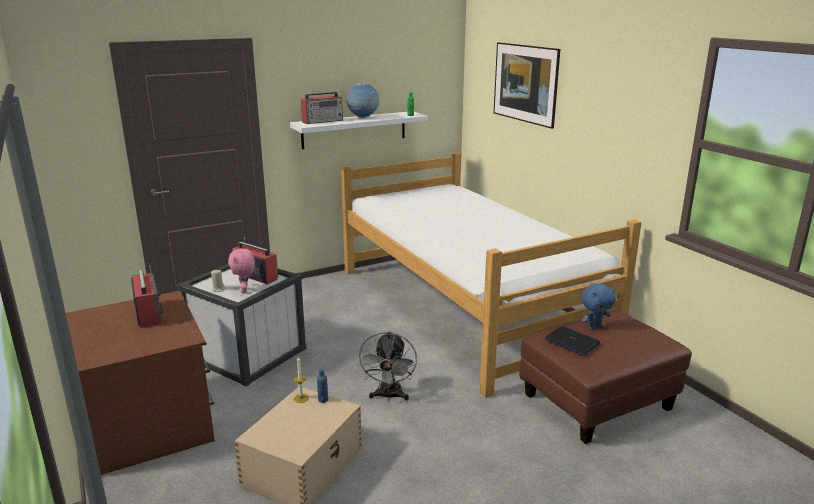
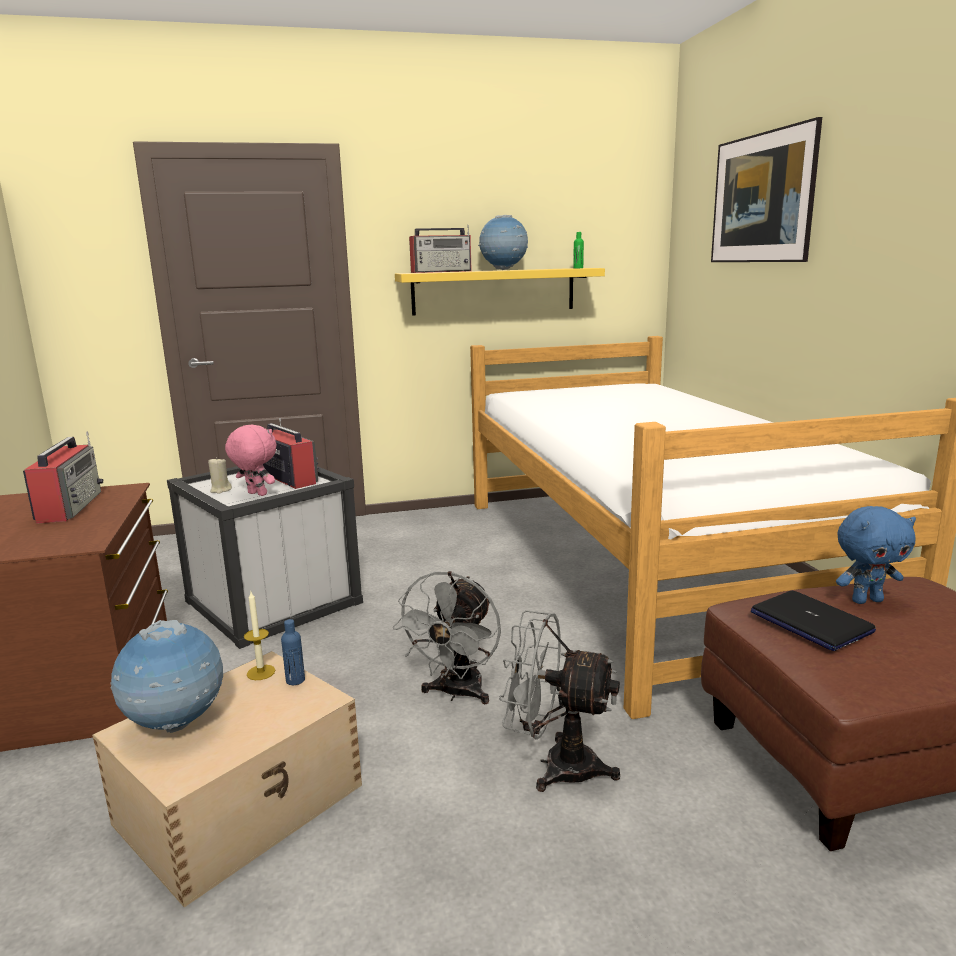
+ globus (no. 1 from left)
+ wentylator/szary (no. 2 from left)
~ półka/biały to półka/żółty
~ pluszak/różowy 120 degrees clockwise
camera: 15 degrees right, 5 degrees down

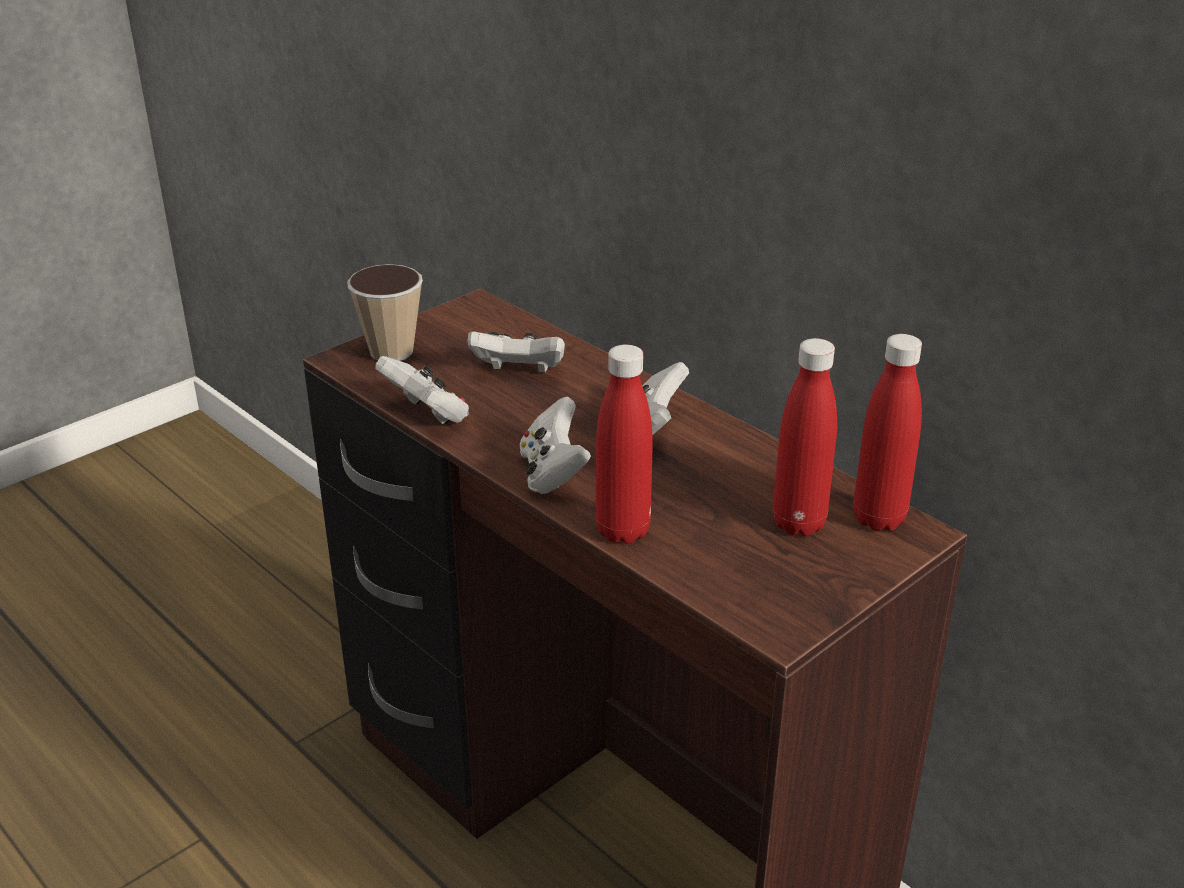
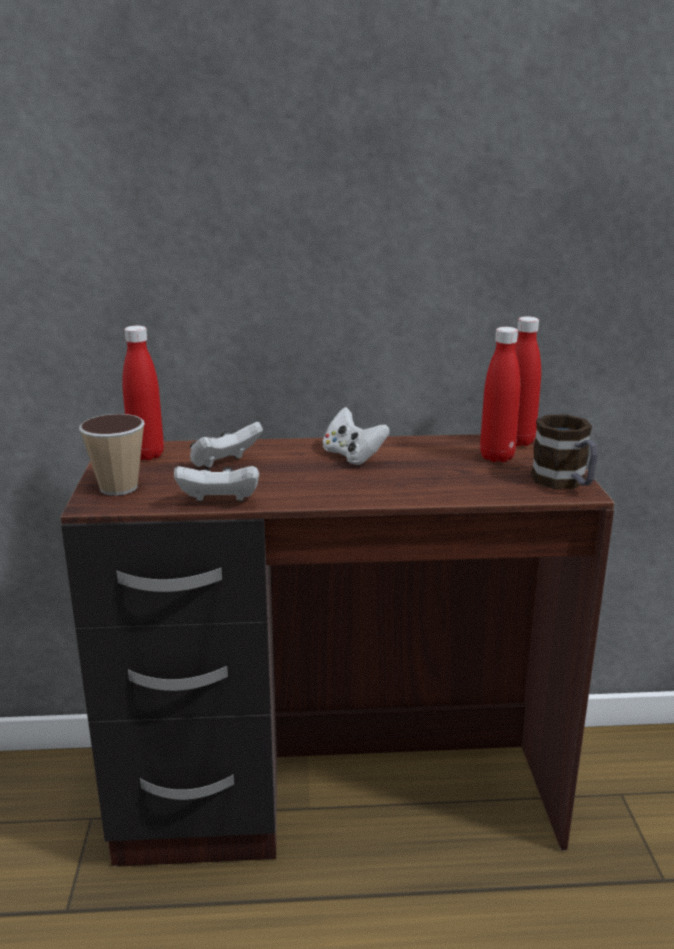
- pad do gier/biały (no. 3 from left)
+ kubek
~ butelka/czerwony (no. 1 from left)
camera: 50 degrees left, 10 degrees down

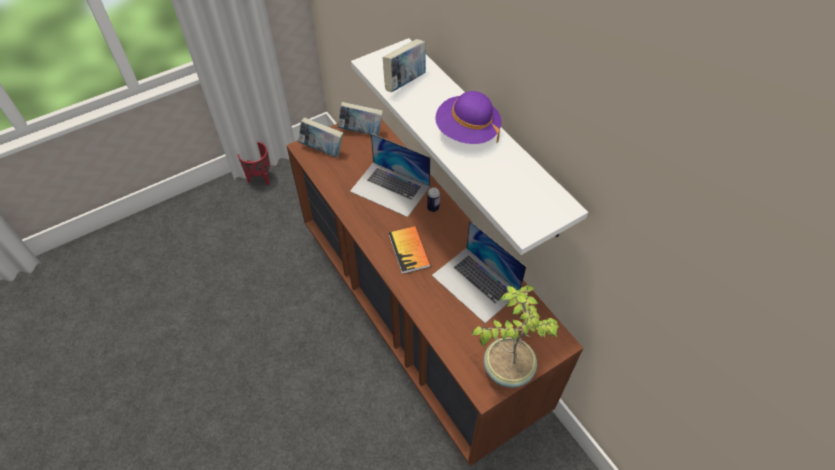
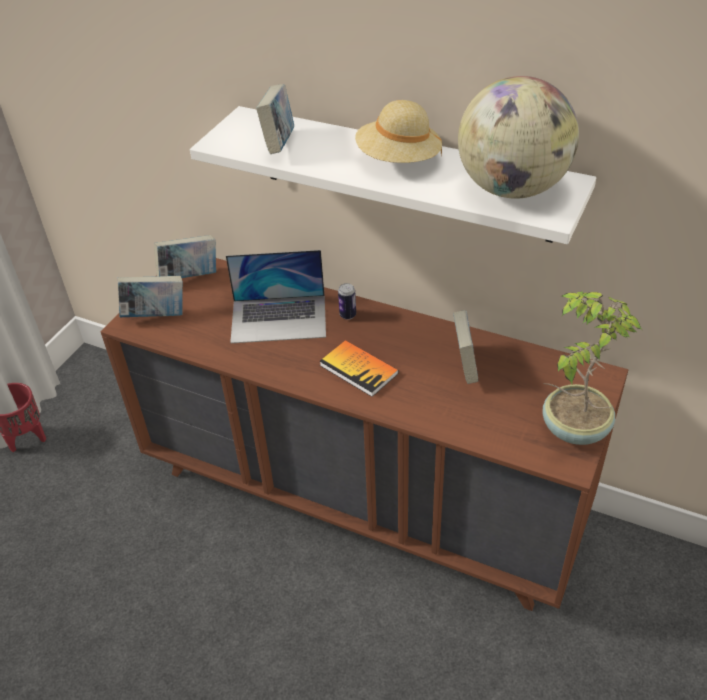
+ globus
~ laptop (no. 2 from left) to książka (no. 5 from left)
~ kapelusz/fioletowy to kapelusz/beżowy
camera: 30 degrees left, 10 degrees down

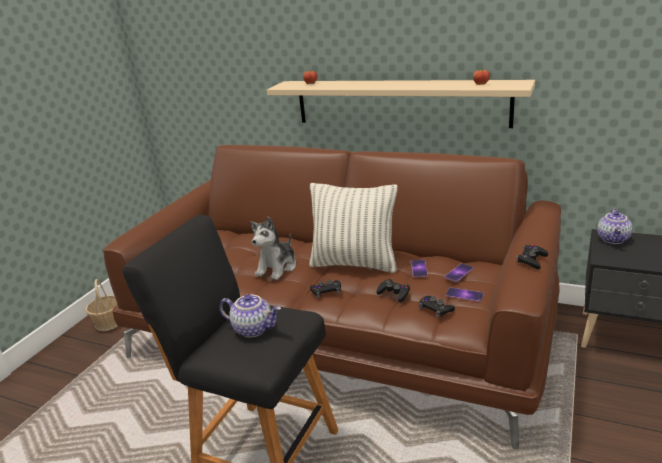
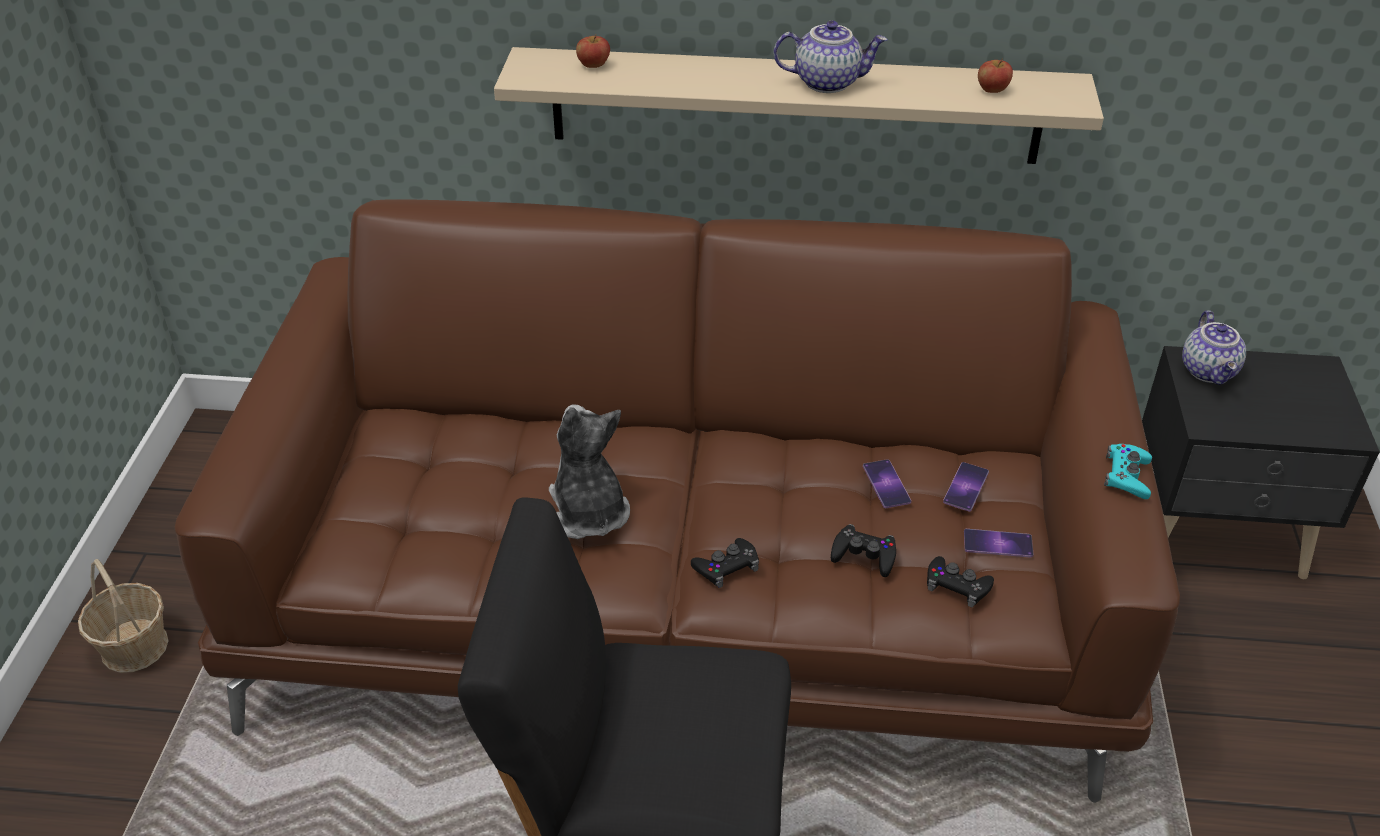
- poduszka
~ imbryk (no. 1 from left)
~ pad do gier/czarny (no. 4 from left) to pad do gier/turkusowy
~ pluszak 150 degrees clockwise
camera: 20 degrees left, 15 degrees up

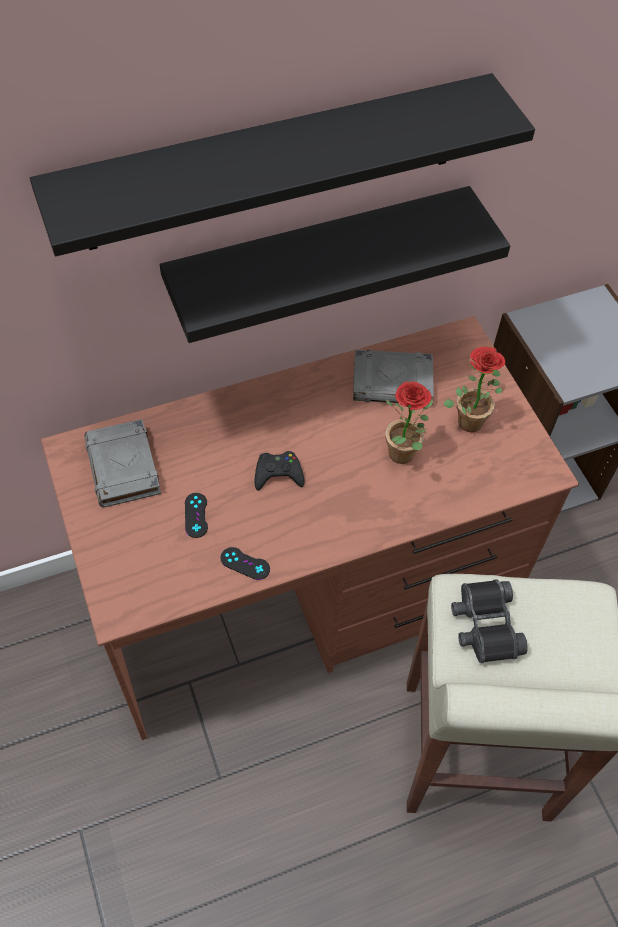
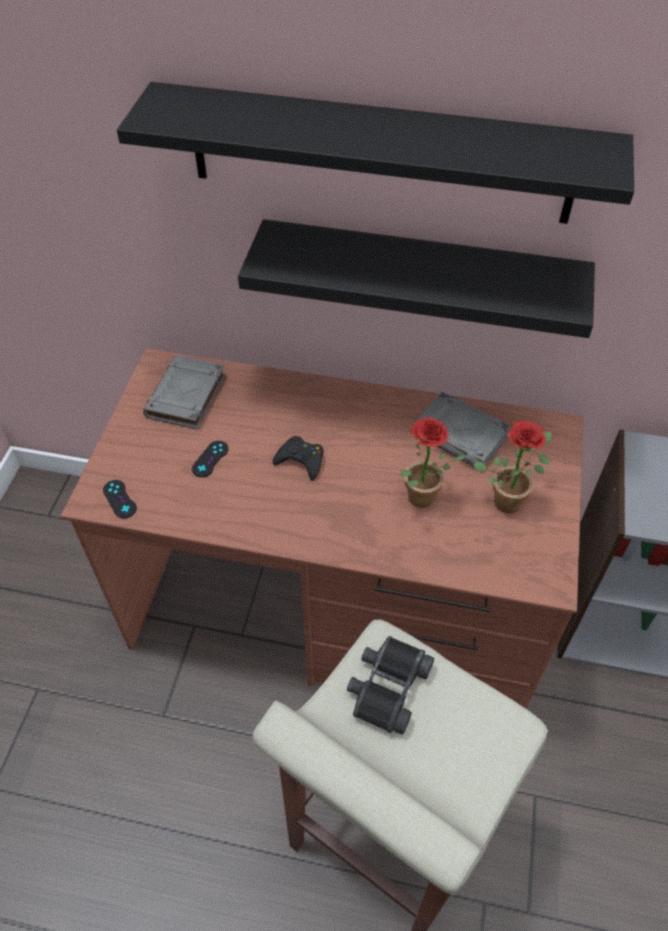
~ pad do gier/czarny (no. 2 from left in the first image) to pad do gier/czarny (no. 1 from left)
camera: 35 degrees right, 5 degrees down

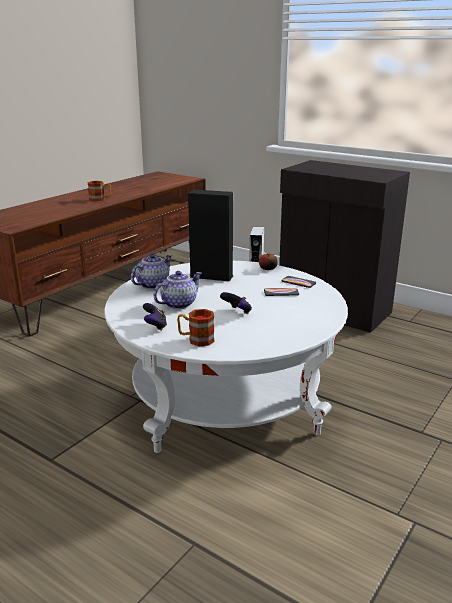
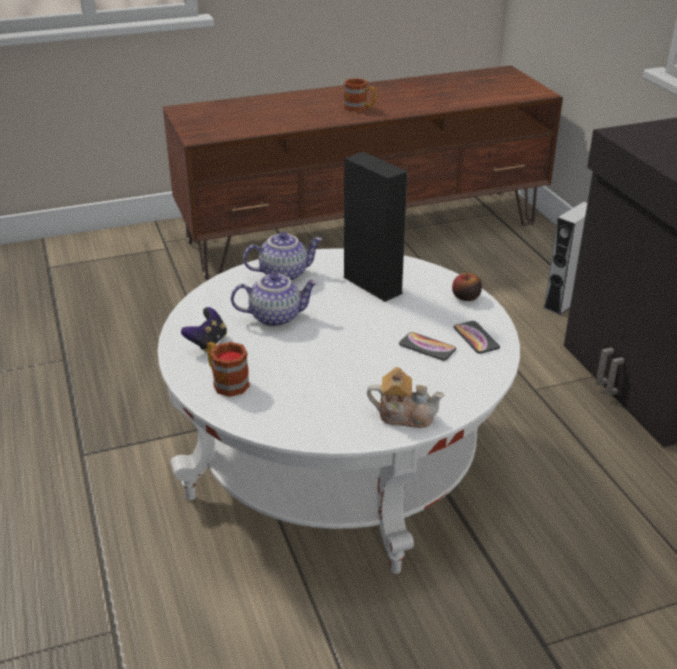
- pad do gier (no. 2 from left)
+ imbryk (no. 3 from left)
camera: 35 degrees right, 10 degrees up

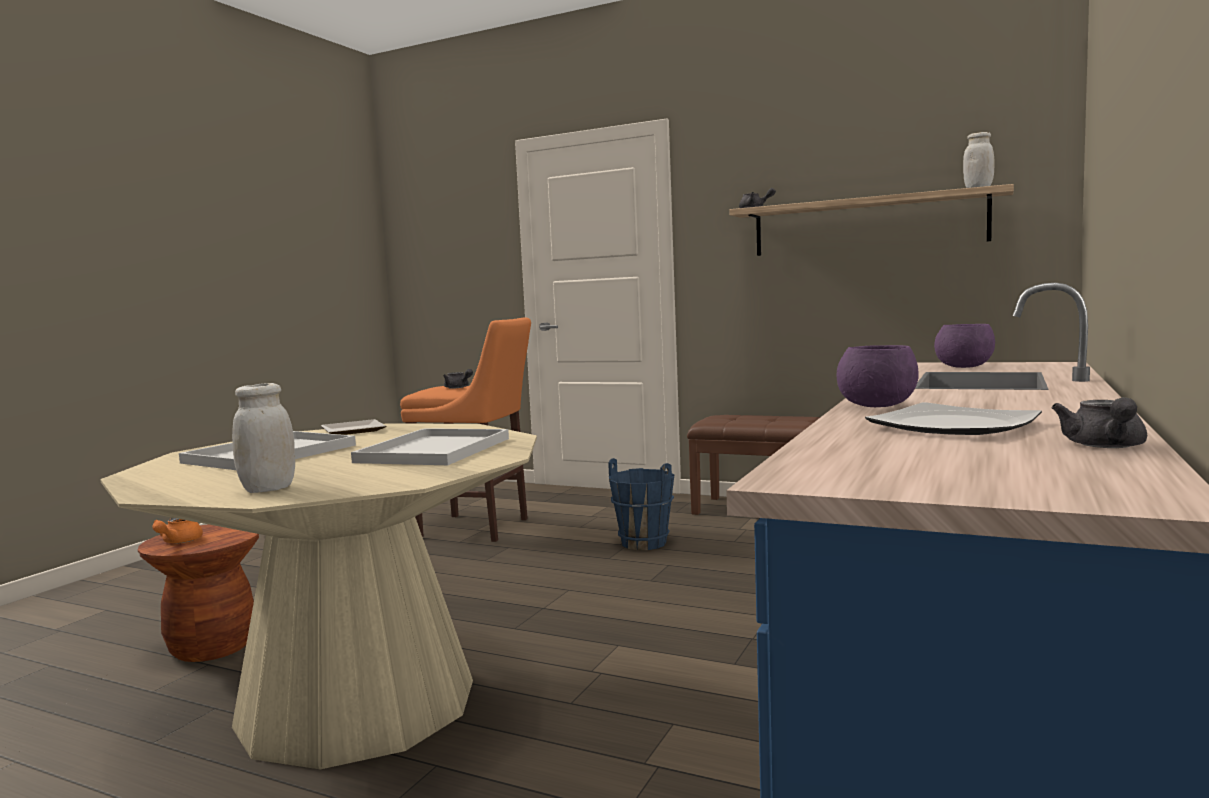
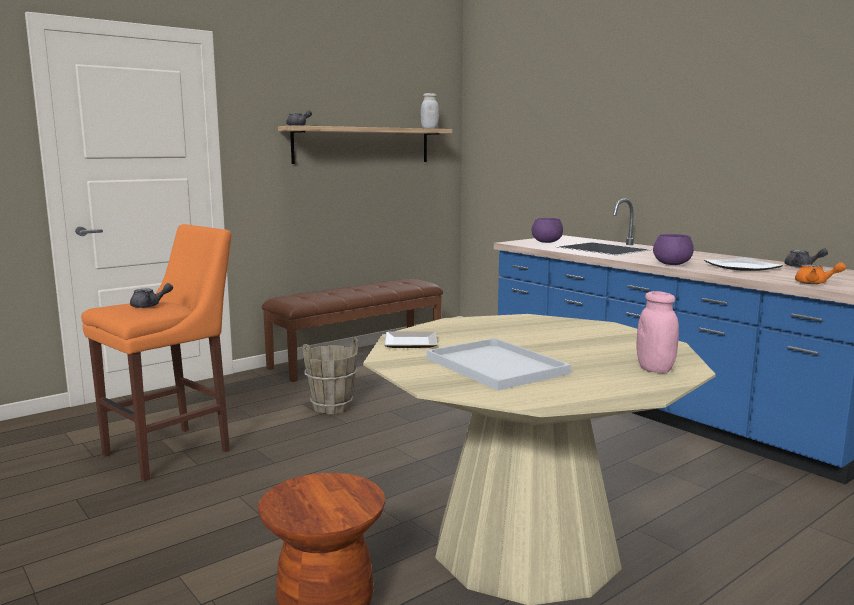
- taca/biały (no. 2 from left)
~ imbryk/pomarańczowy
~ słoik/biały (no. 1 from left) to słoik/różowy
~ wiadro/niebieski to wiadro/brązowy
camera: 65 degrees left, 5 degrees up

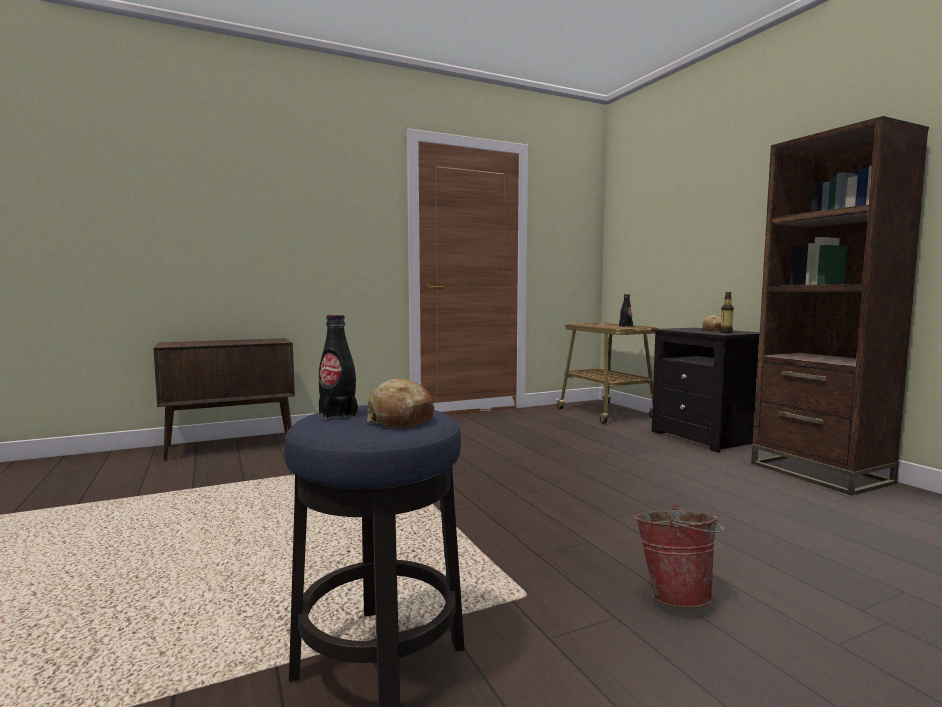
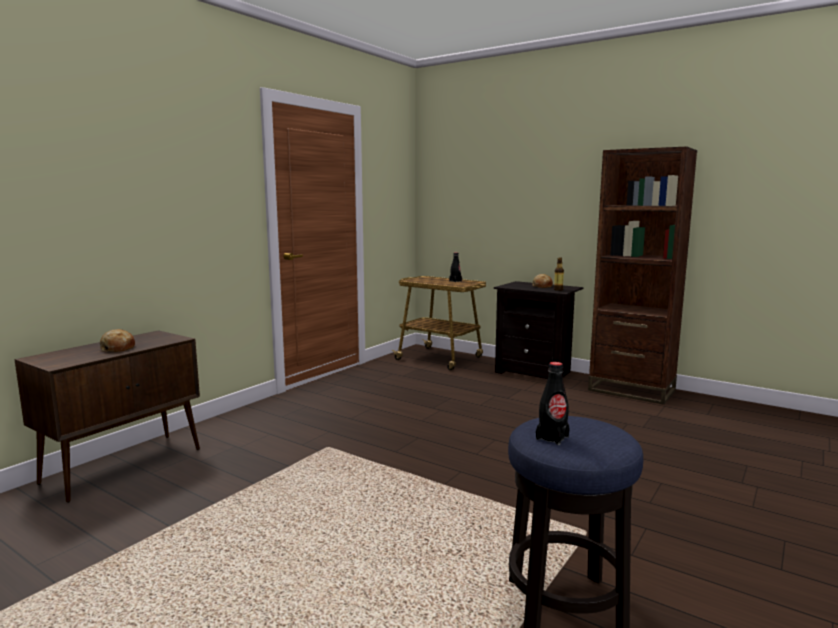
- wiadro
~ chleb (no. 1 from left)
camera: 30 degrees left, 5 degrees up

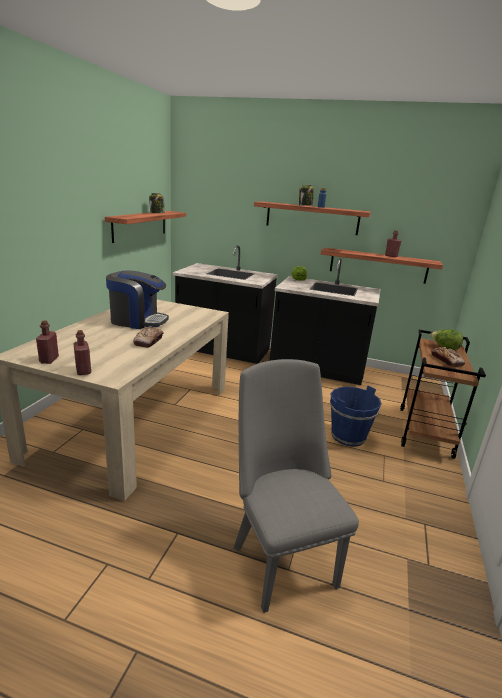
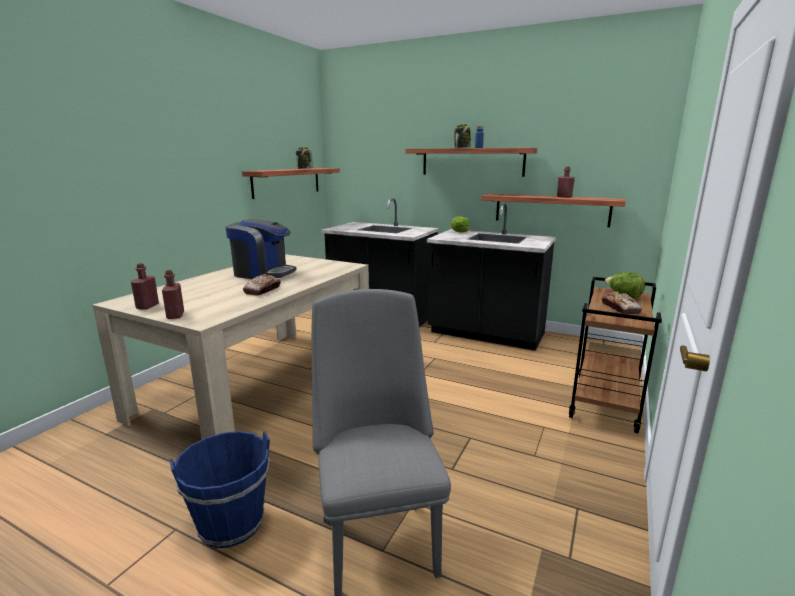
~ wiadro/niebieski
camera: 10 degrees right, 5 degrees down

